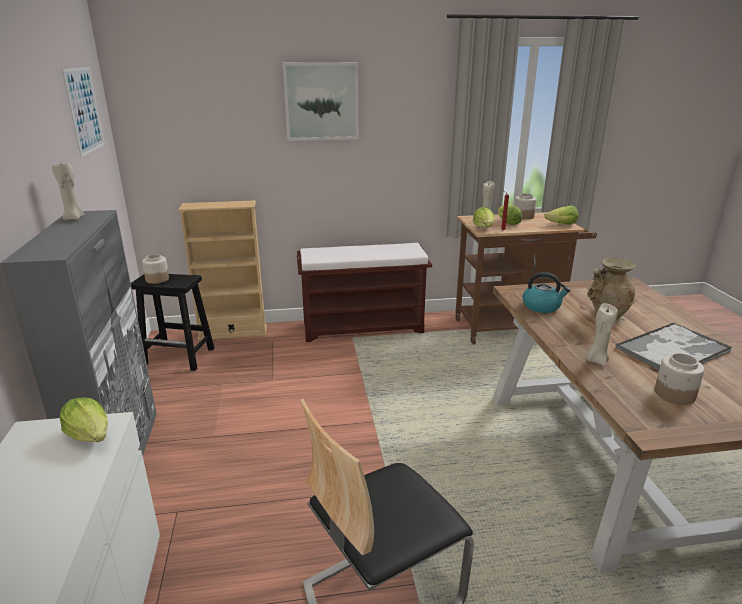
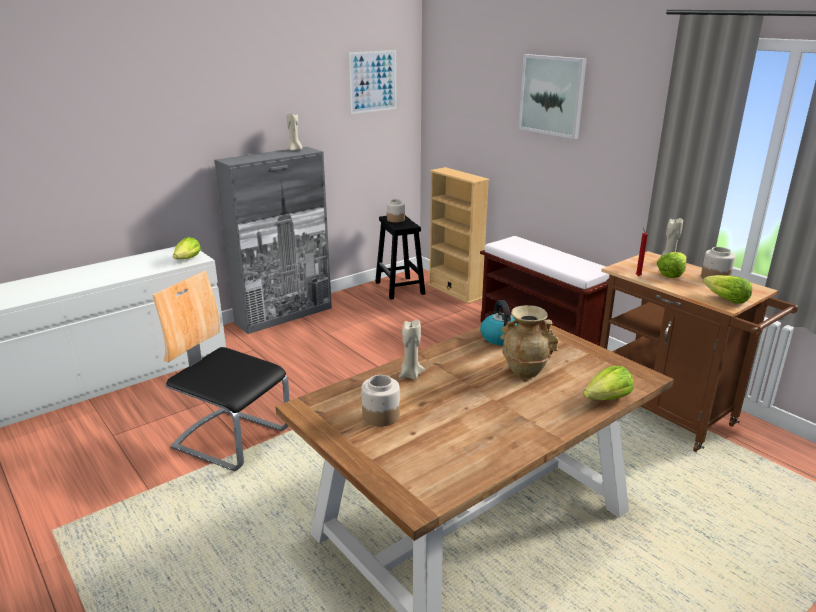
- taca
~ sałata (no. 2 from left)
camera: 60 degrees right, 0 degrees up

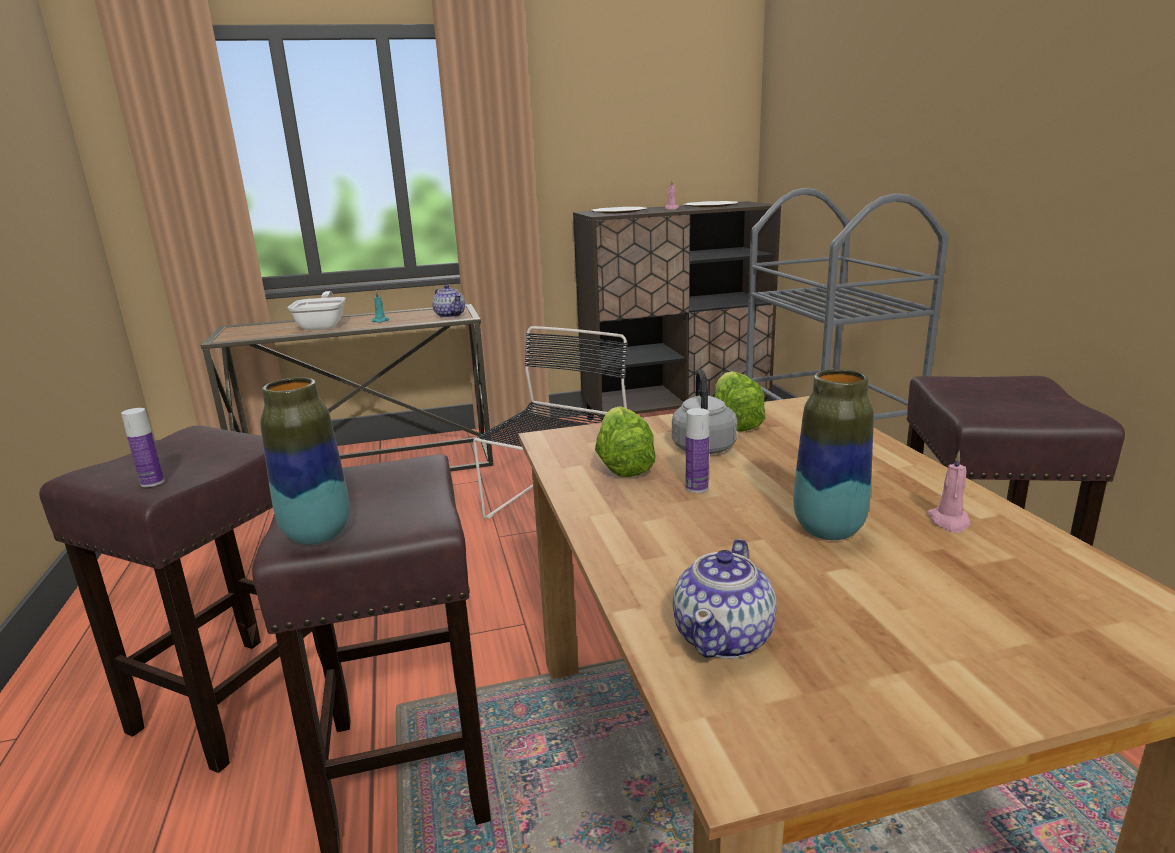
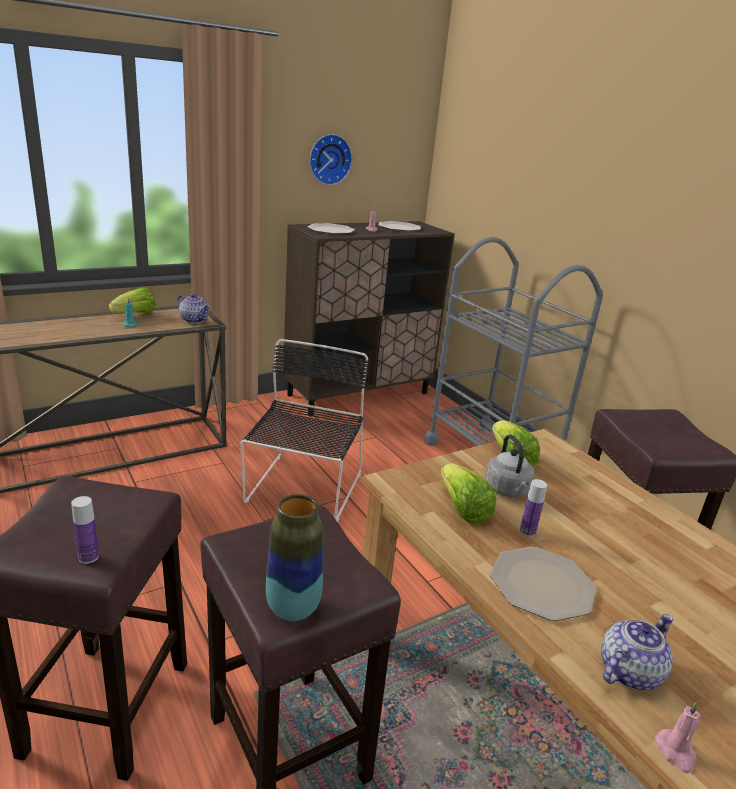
- patelnia
- wazon (no. 2 from left)
+ sałata (no. 1 from left)
+ zegar ścienny
+ talerz (no. 3 from left)
~ świeca/różowy (no. 2 from left)
~ imbryk (no. 2 from left) 135 degrees counterclockwise
camera: 20 degrees left, 5 degrees up

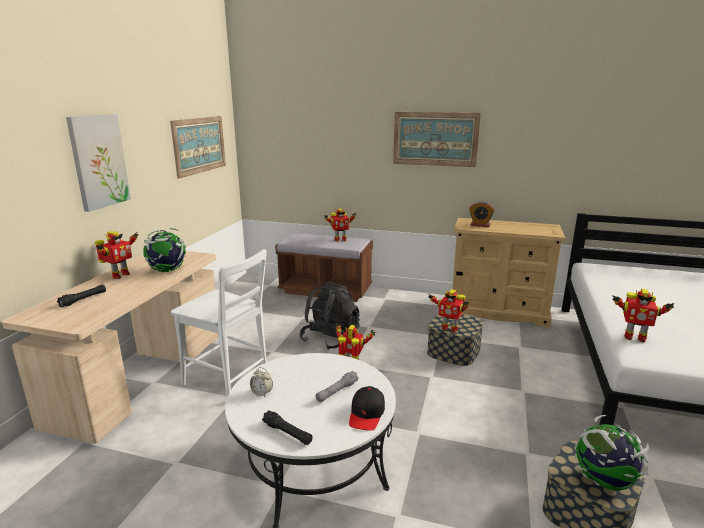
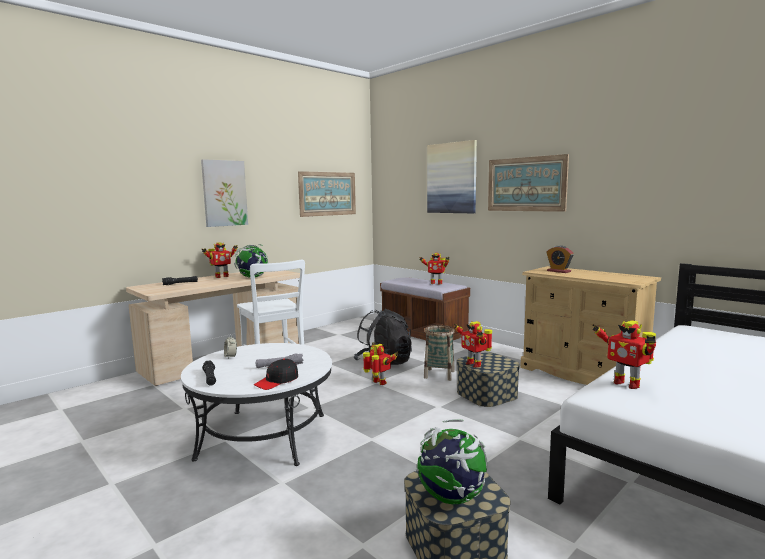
+ koszyk
+ obraz (no. 3 from left)
camera: 30 degrees right, 10 degrees down

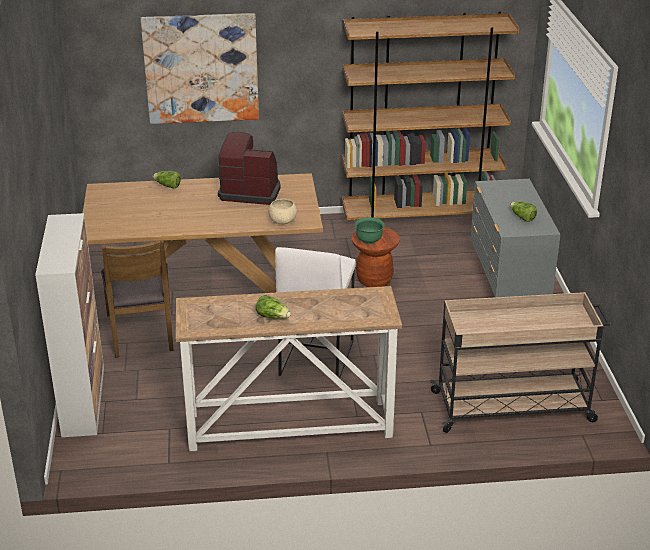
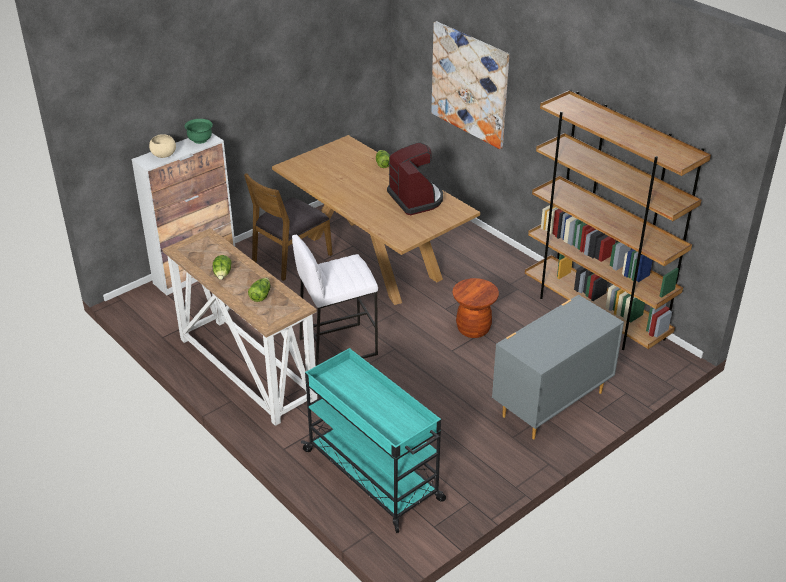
~ miska/beżowy
~ miska/zielony
~ sałata (no. 3 from left in the first image) to sałata (no. 2 from left)
~ wózek/beżowy to wózek/turkusowy
camera: 55 degrees right, 5 degrees up

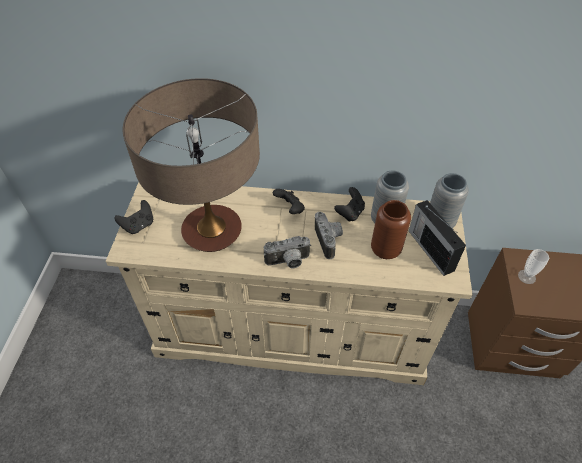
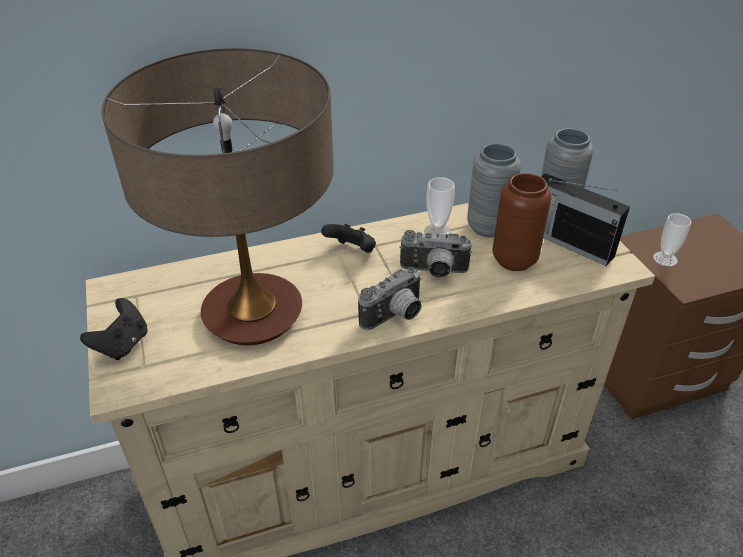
~ pad do gier/czarny (no. 3 from left) to filiżanka (no. 1 from left)
~ aparat fotograficzny (no. 2 from left) 135 degrees clockwise
camera: 25 degrees left, 10 degrees down

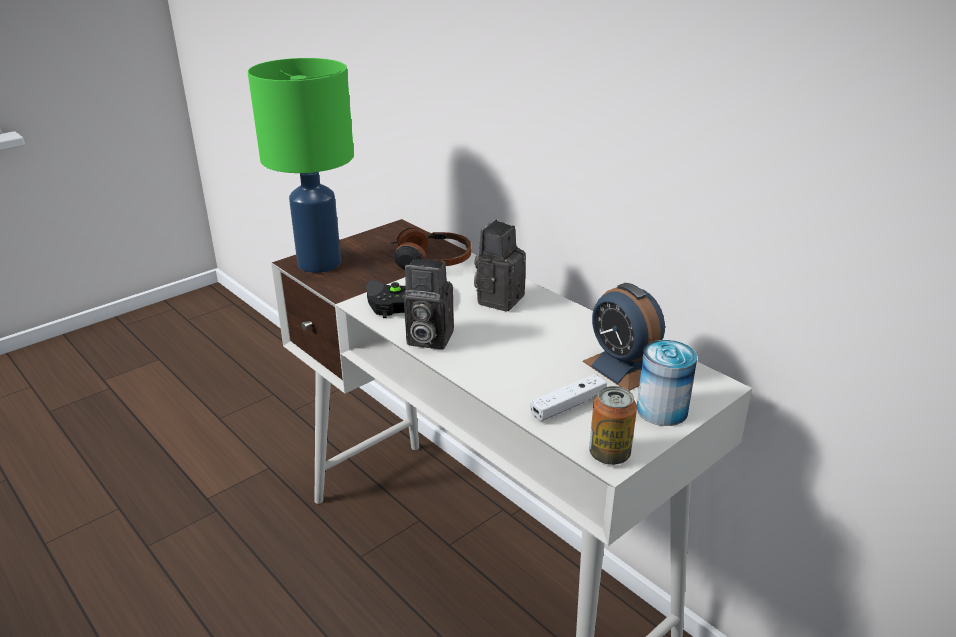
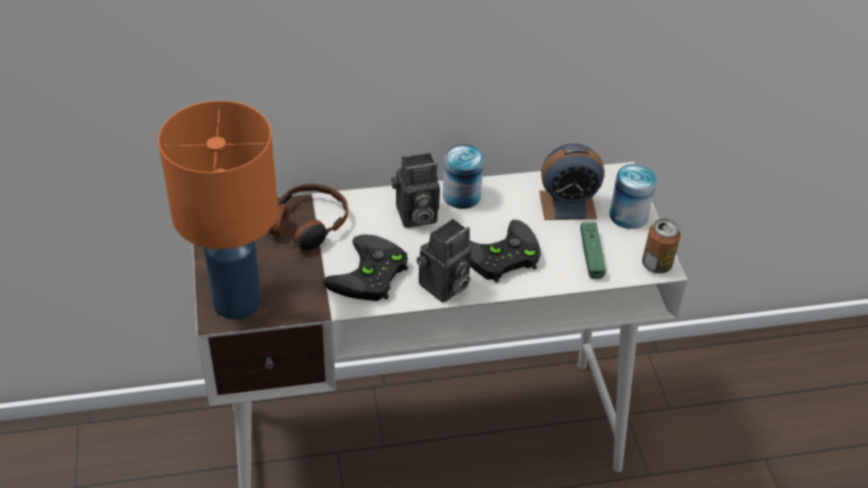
+ puszka (no. 1 from left)
+ pad do gier/czarny (no. 2 from left)
~ lampa stołowa/zielony to lampa stołowa/pomarańczowy
~ pad do gier/biały to pad do gier/zielony
~ aparat fotograficzny (no. 2 from left in the first image) 75 degrees counterclockwise
camera: 60 degrees left, 15 degrees up

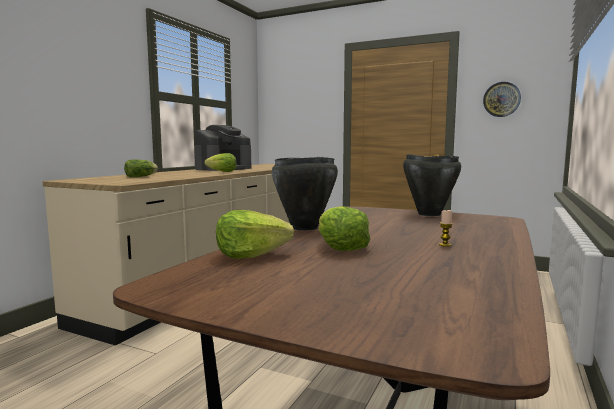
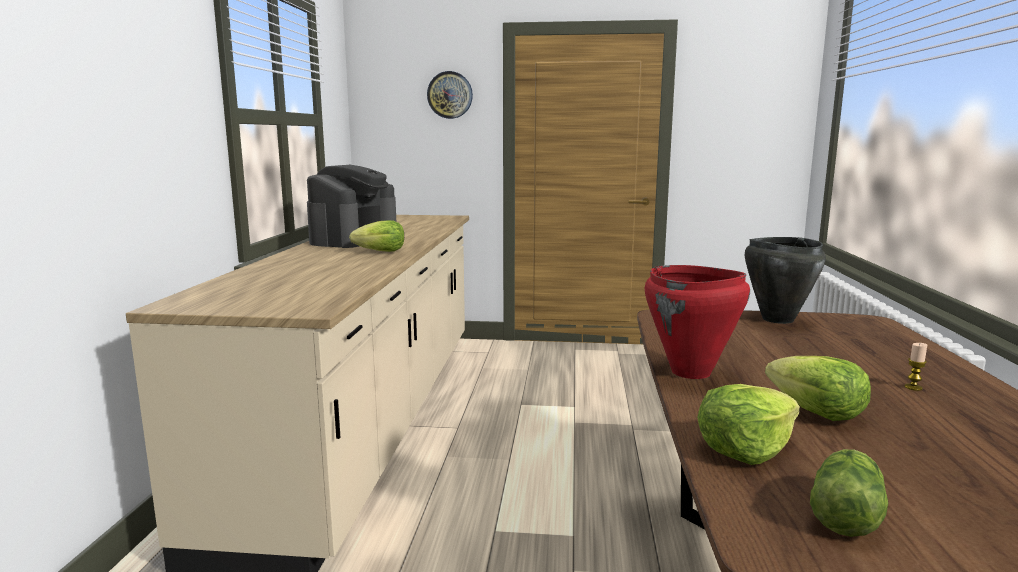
~ sałata (no. 1 from left in the first image) to sałata (no. 4 from left)
~ zegar ścienny
~ garnek/czarny (no. 1 from left) to garnek/czerwony
camera: 20 degrees left, 5 degrees up

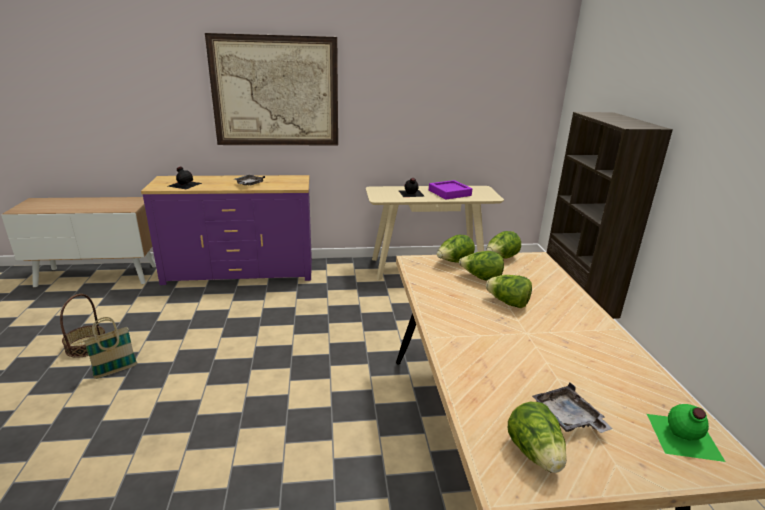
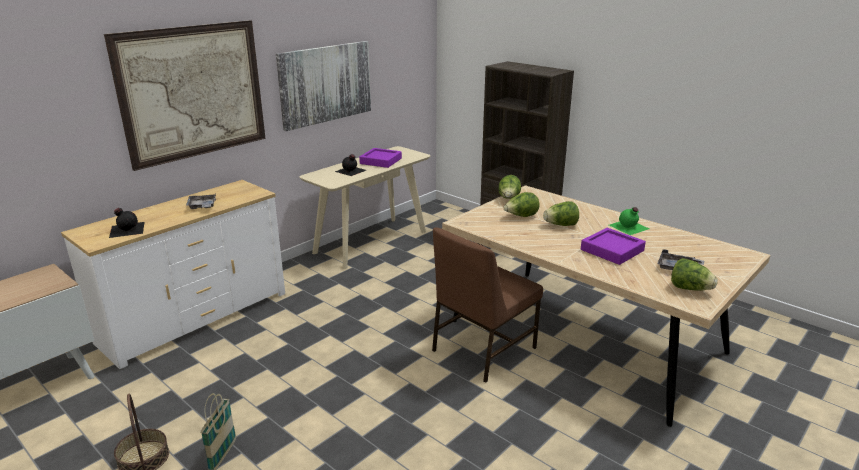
- sałata (no. 1 from left)
+ obraz (no. 2 from left)
+ krzesło/brązowy
+ taca/fioletowy (no. 2 from left)
~ butelka/zielony
~ komoda/fioletowy to komoda/biały
camera: 40 degrees left, 0 degrees up

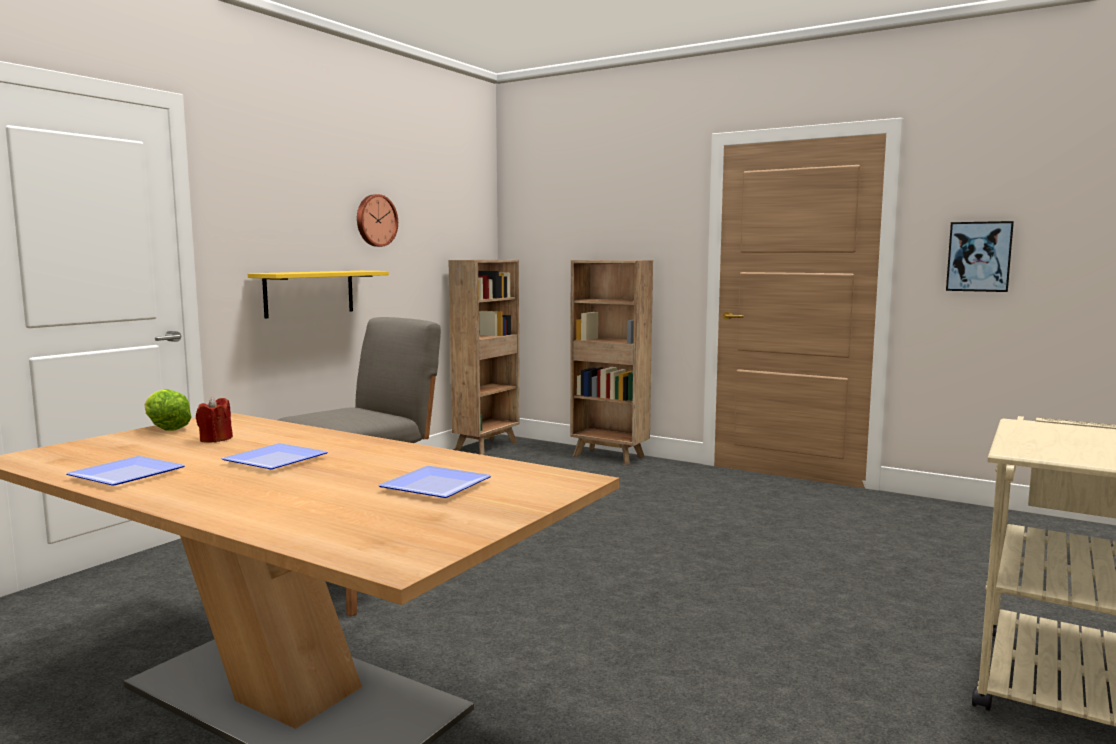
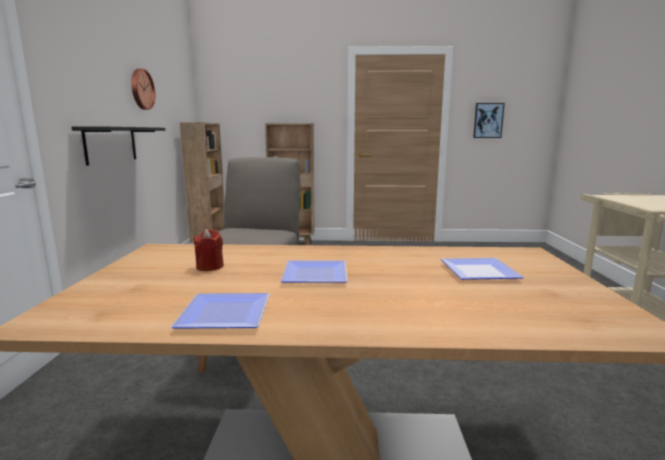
- sałata
~ półka/żółty to półka/czarny
camera: 30 degrees left, 5 degrees up

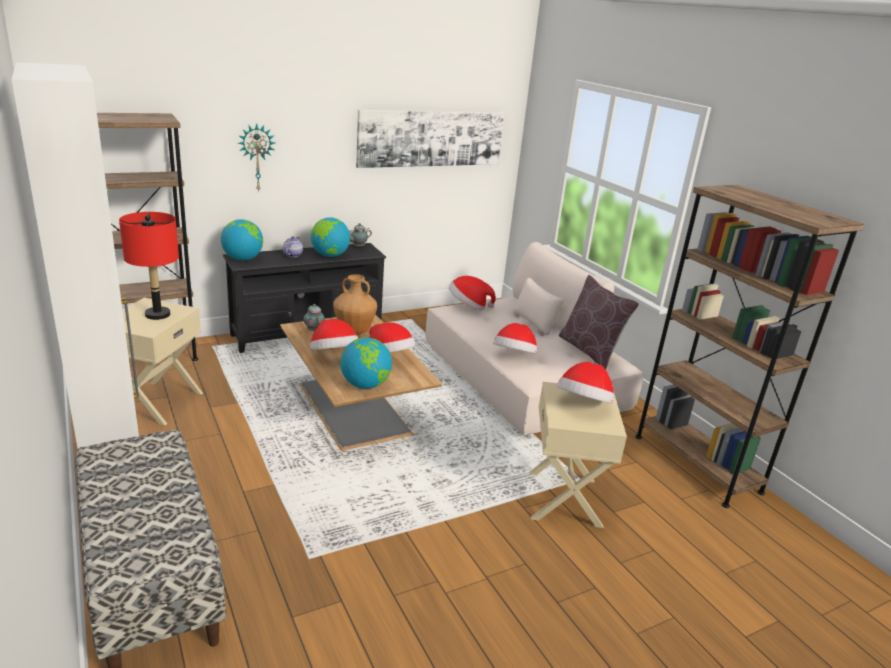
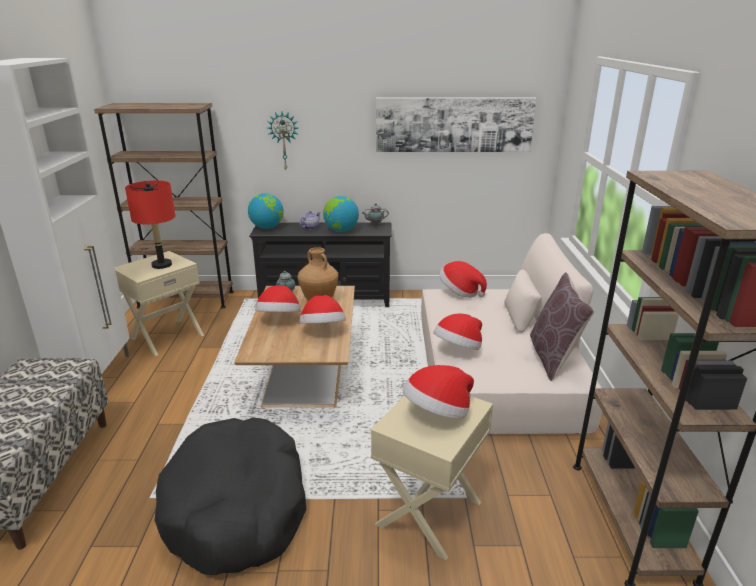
- globus (no. 3 from left)
+ legowisko/czarny
camera: 30 degrees right, 0 degrees up

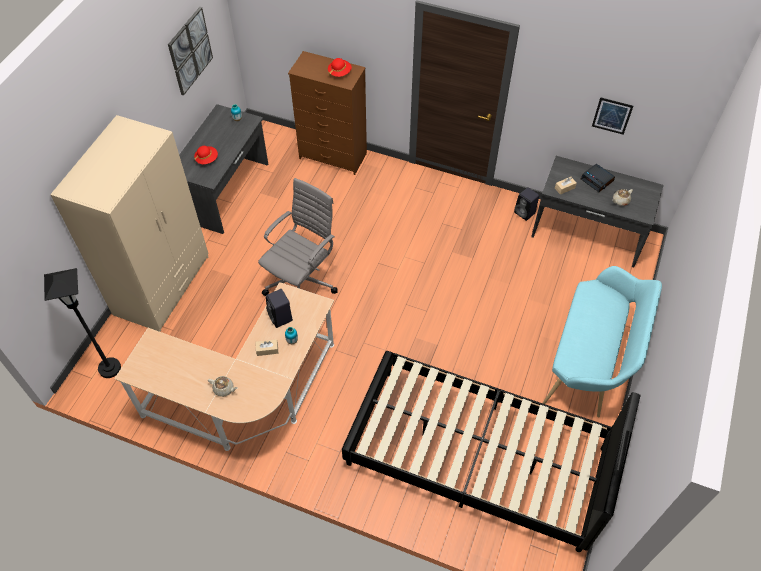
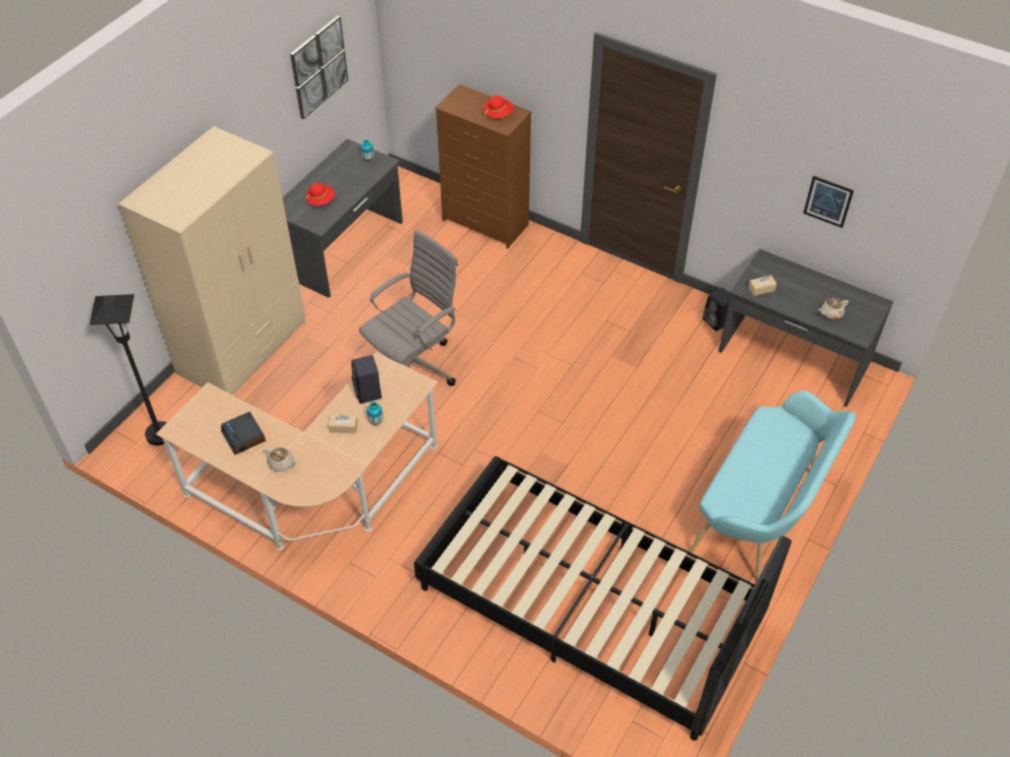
~ budzik
camera: 10 degrees right, 5 degrees down

